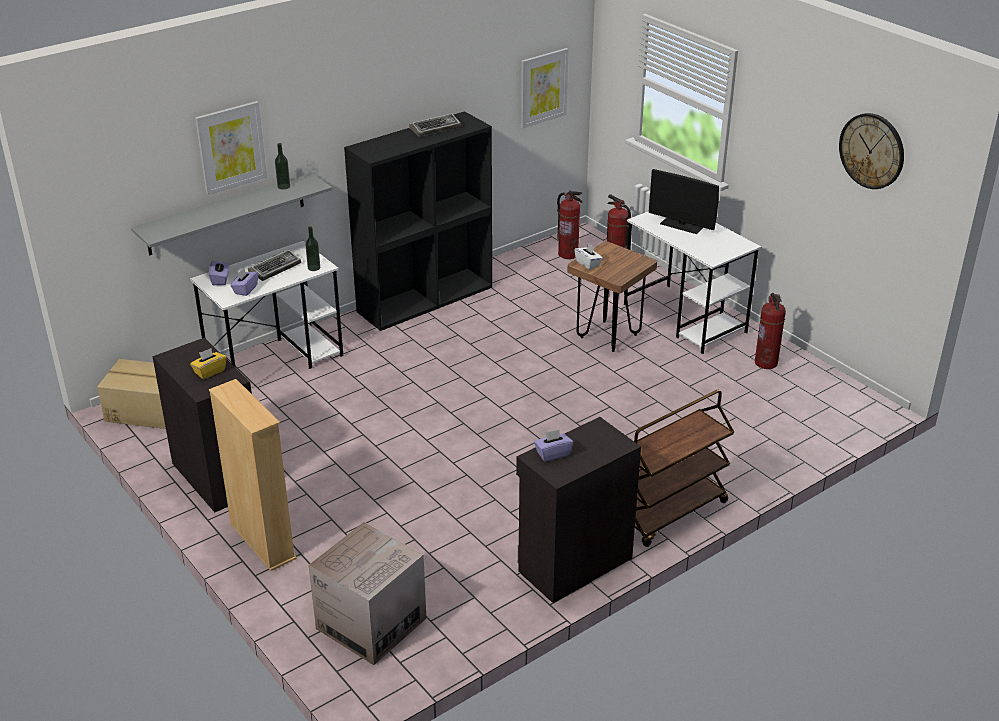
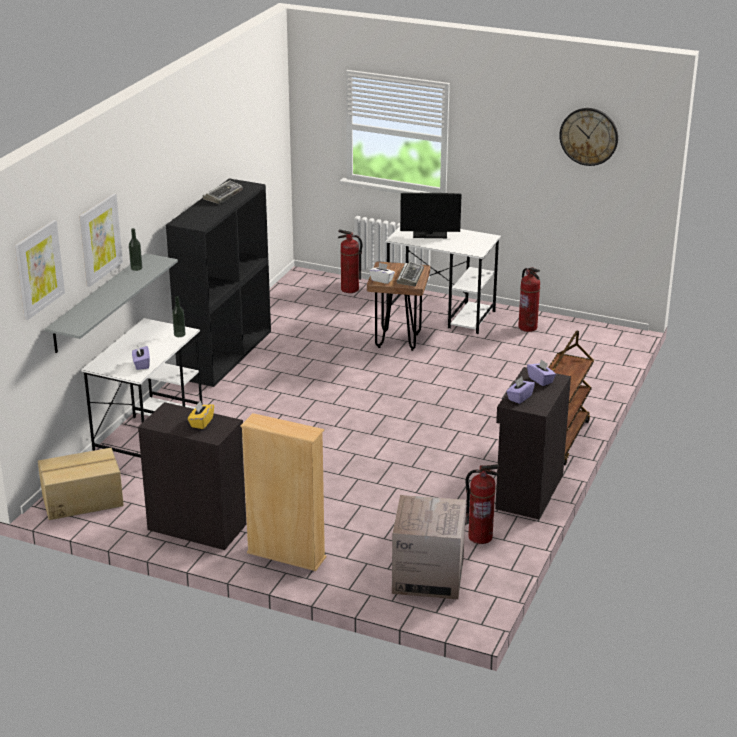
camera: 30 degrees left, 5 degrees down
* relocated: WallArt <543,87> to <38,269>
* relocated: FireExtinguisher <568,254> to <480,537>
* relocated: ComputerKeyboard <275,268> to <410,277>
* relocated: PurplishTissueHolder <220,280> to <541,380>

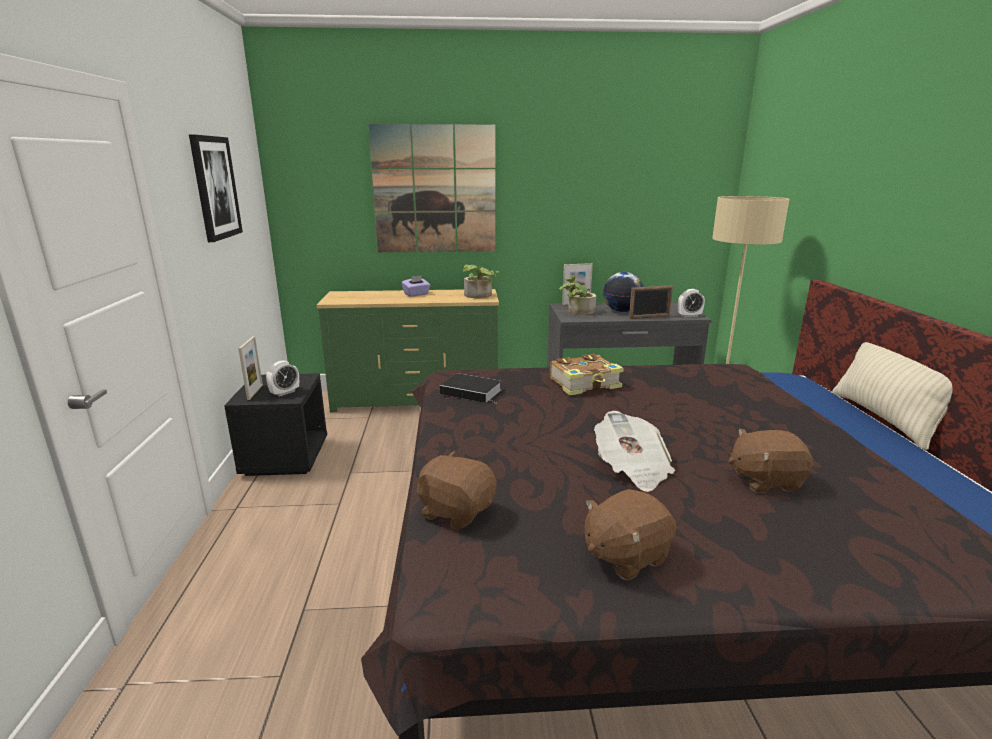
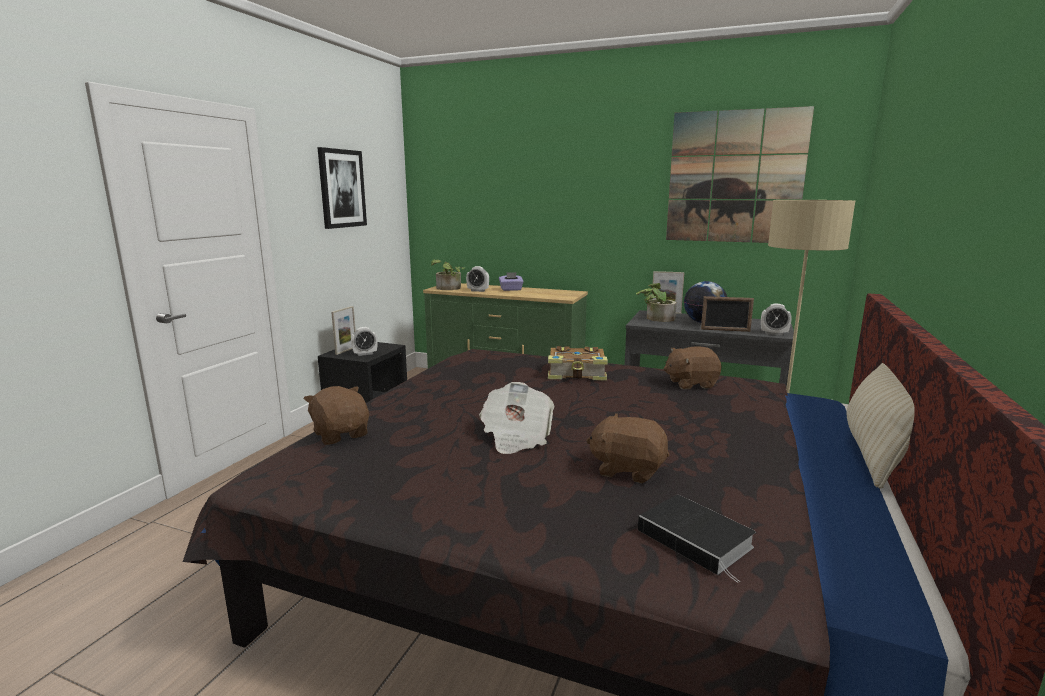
camera: 25 degrees right, 5 degrees down
* relocated: WallArt <434,190> to <735,177>
* relocated: PottedPlant <480,296> to <448,289>
* relocated: Volume <473,392> to <698,539>
* relocated: BrownishCuddlyToy <625,555> to <690,384>
* appeared: TableClock <478,291>

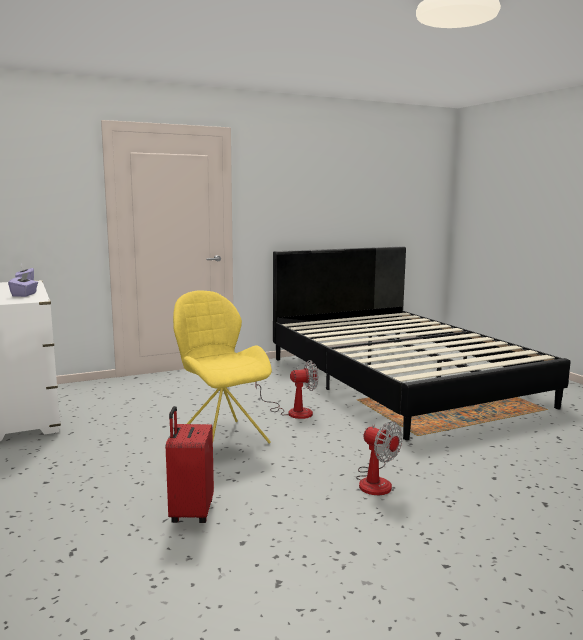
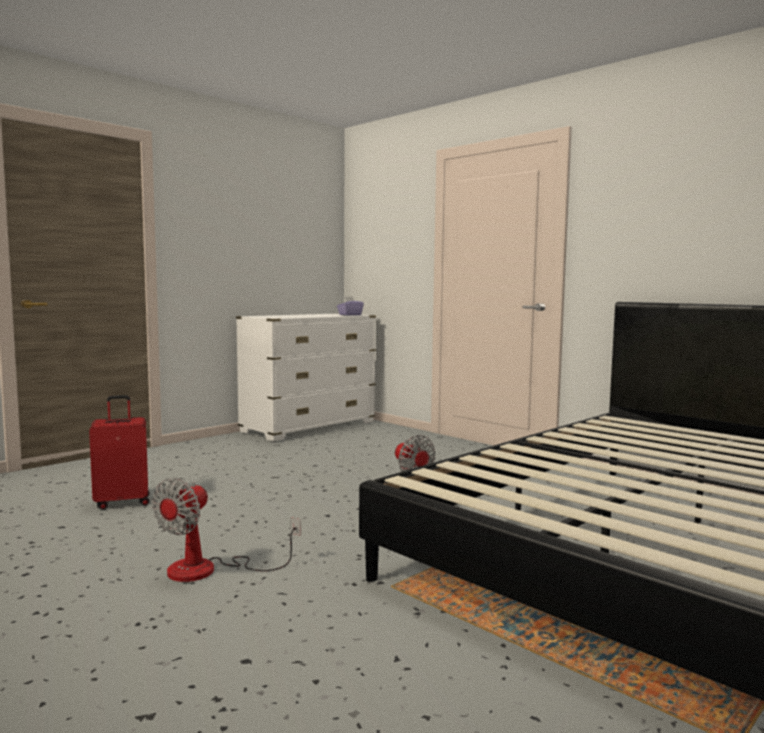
camera: 70 degrees right, 5 degrees down
* missing: PurplishTissueHolder <24,295>
* missing: YellowishChair <221,438>

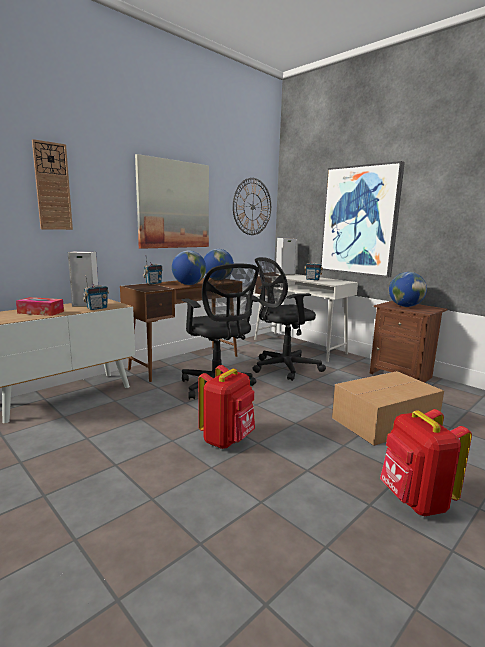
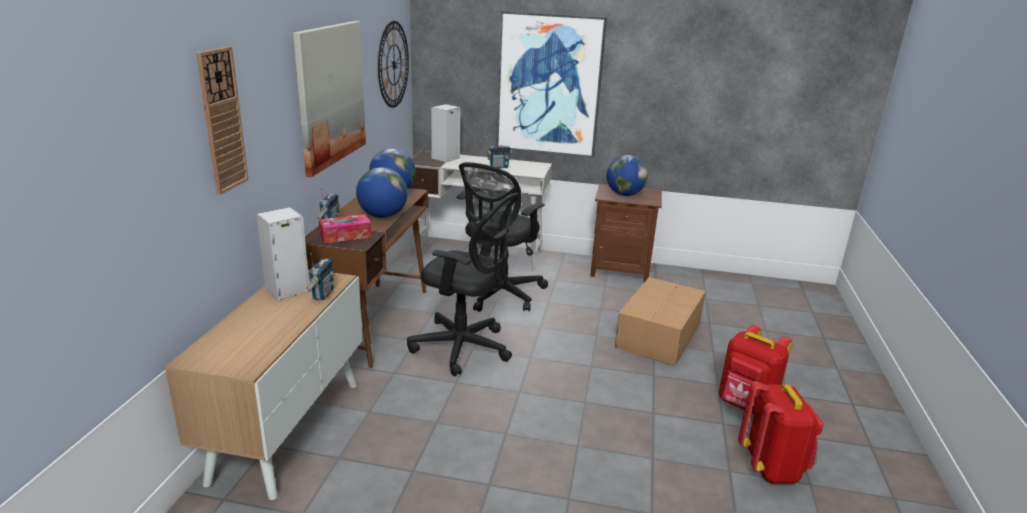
camera: 35 degrees left, 10 degrees up
* relocated: TissueHolder <41,312> to <345,235>
* relocated: RedColouredKnapsack <227,439> to <772,467>

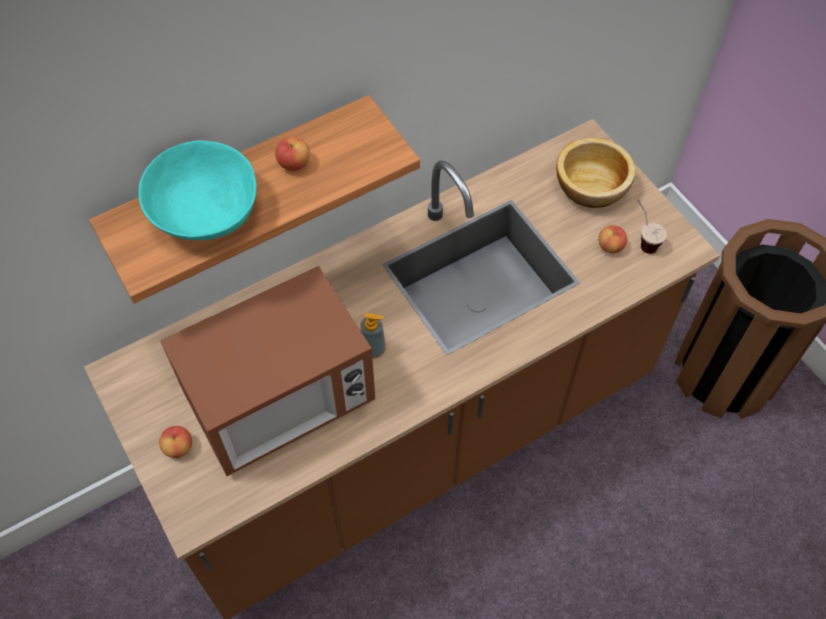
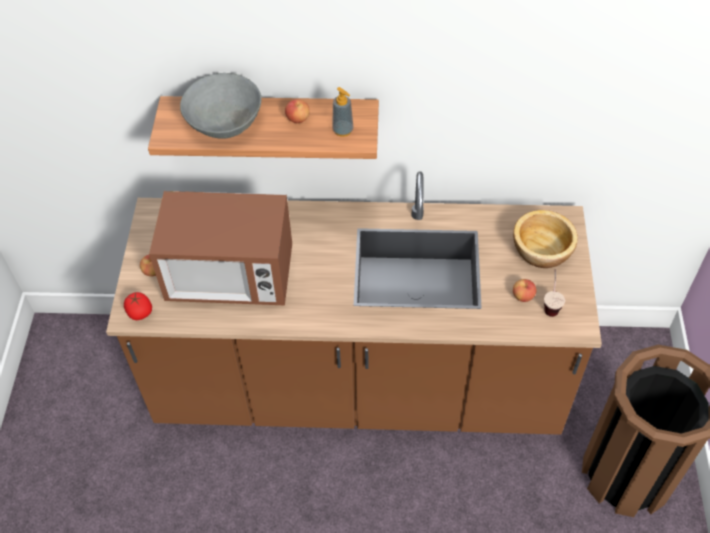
camera: 35 degrees right, 5 degrees down
* colour: TurquoiseBowl <204,212> to GreyBowl <224,122>
* relocated: LiquidSoapBottle <373,349> to <343,130>
* appeared: FreshTomato <140,312>

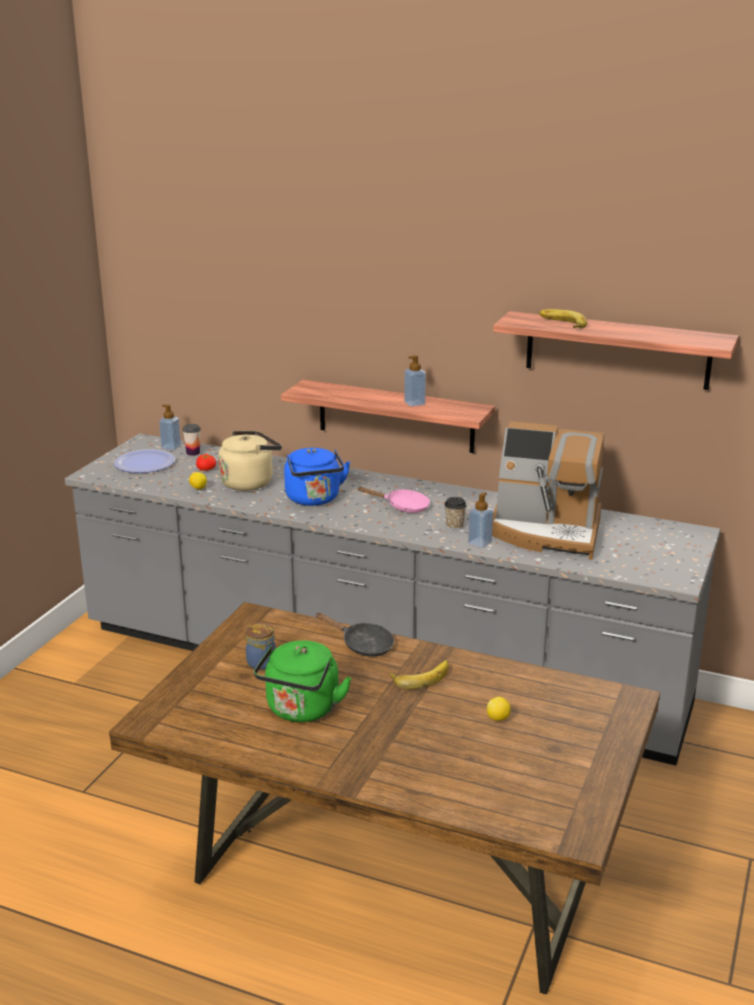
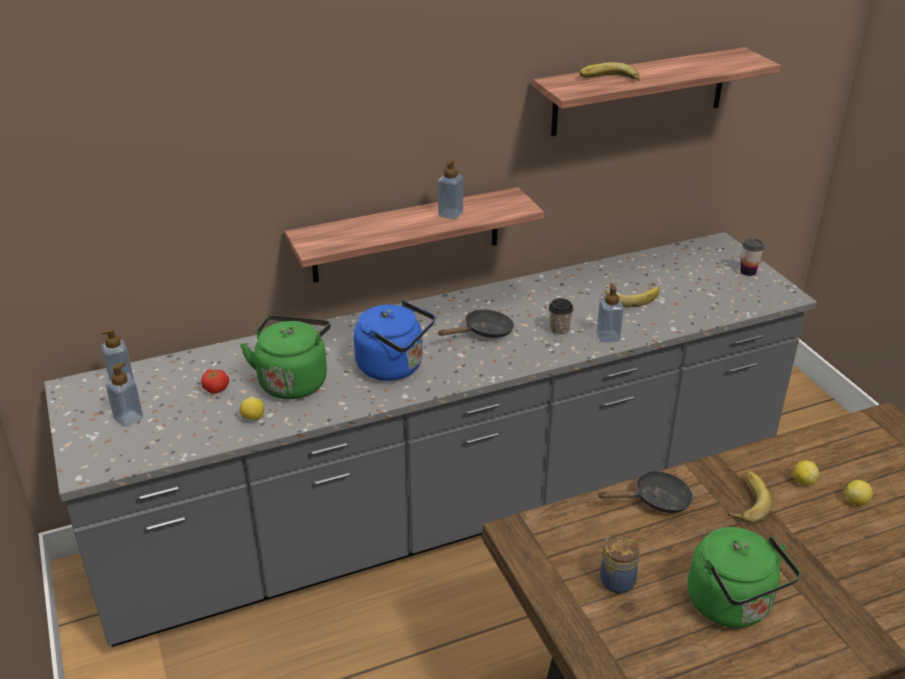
camera: 45 degrees left, 10 degrees up
* exchanged: CoffeeMachine <547,532> to BananaFruit <632,297>
* relocated: Cup <193,453> to <748,271>
* colour: SandColouredKettle <249,482> to GreenColouredKettle <293,380>
* exchanged: Plate <144,463> to LiquidSoapBottle <128,418>
* colour: PinkColouredSkillet <403,507> to BlackColouredSkillet <484,332>
* appeared: CitrusFruit <803,481>

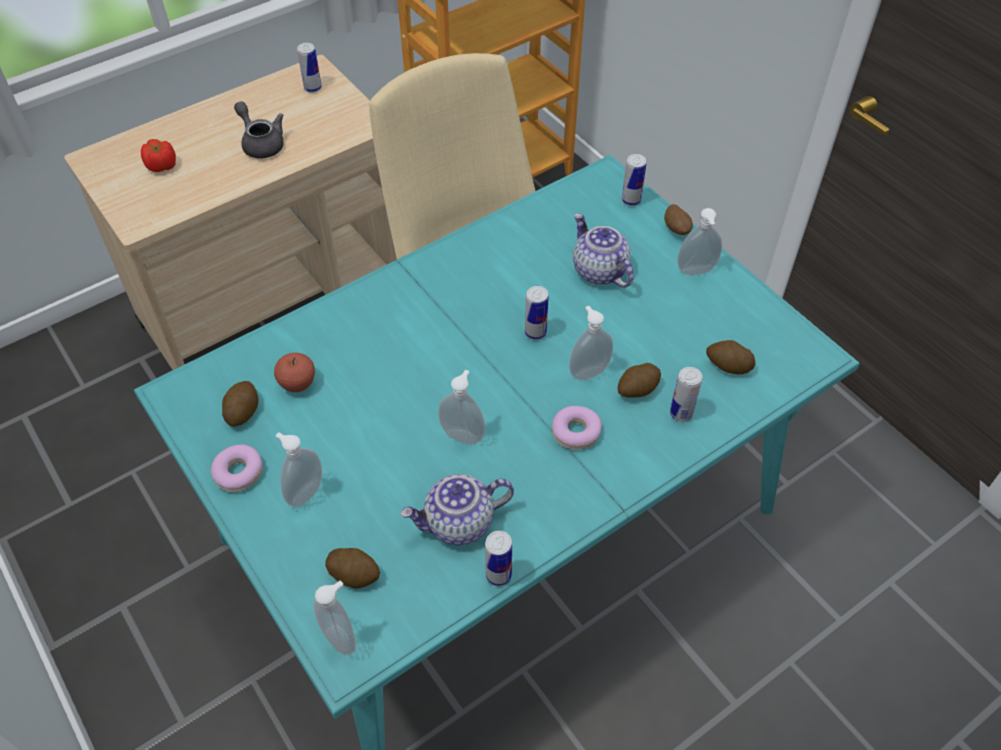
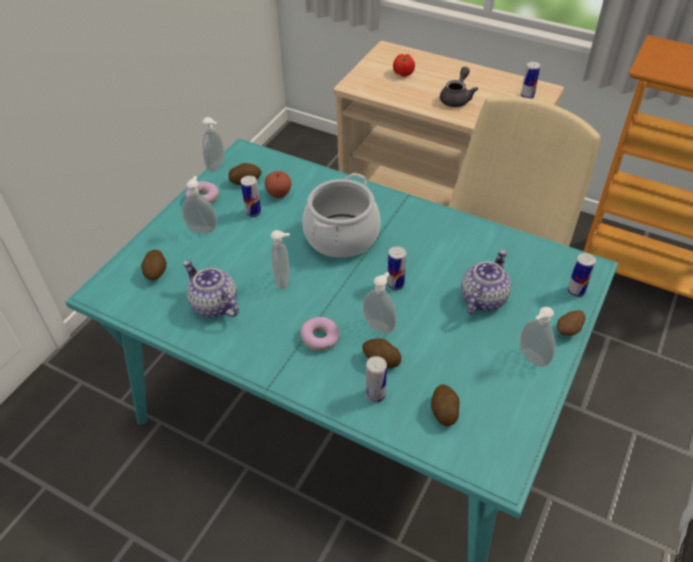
camera: 65 degrees right, 5 degrees down
* relocated: Can <498,575> to <253,212>
* relocated: LiquidSoapBottle <341,636> to <217,167>
* appeared: CookingPot <341,236>

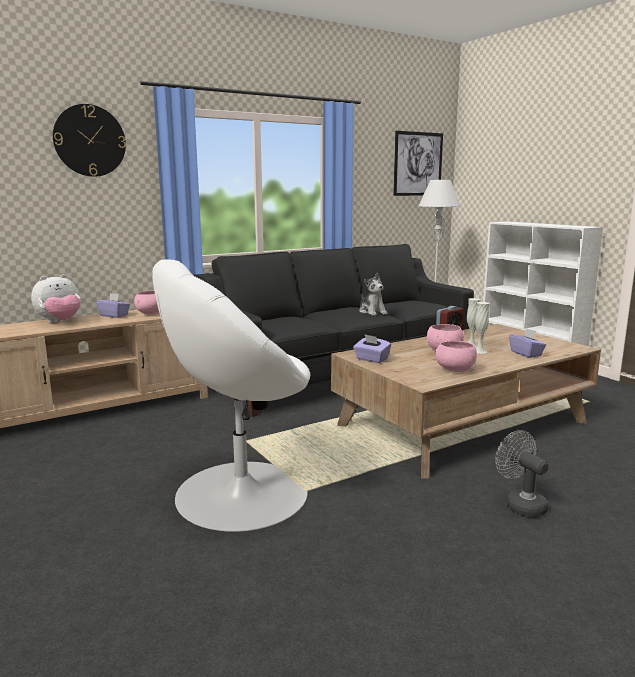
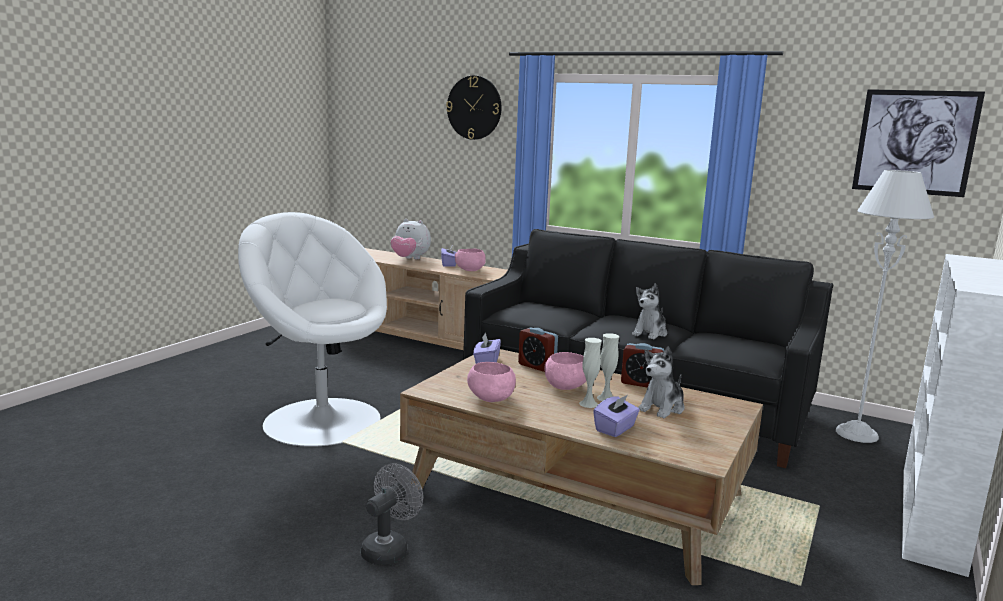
camera: 60 degrees right, 0 degrees up
* appeared: TableClock <537,366>
* appeared: CuddlyToy <662,408>

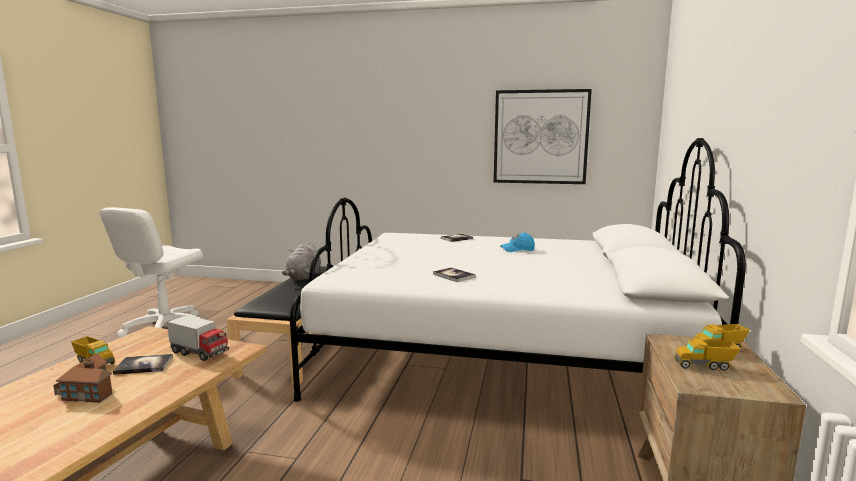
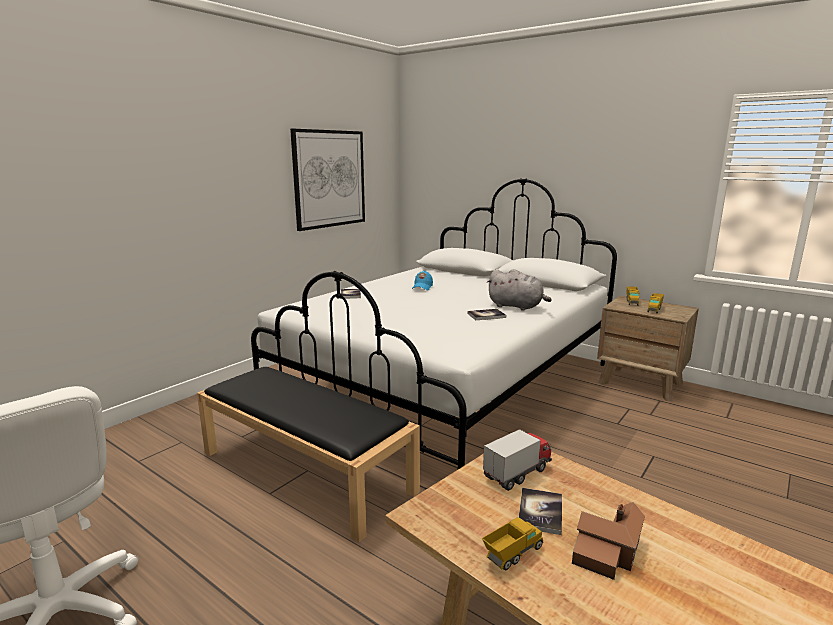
camera: 65 degrees left, 5 degrees up
* relocated: GreyCuddlyToy <304,277> to <517,307>

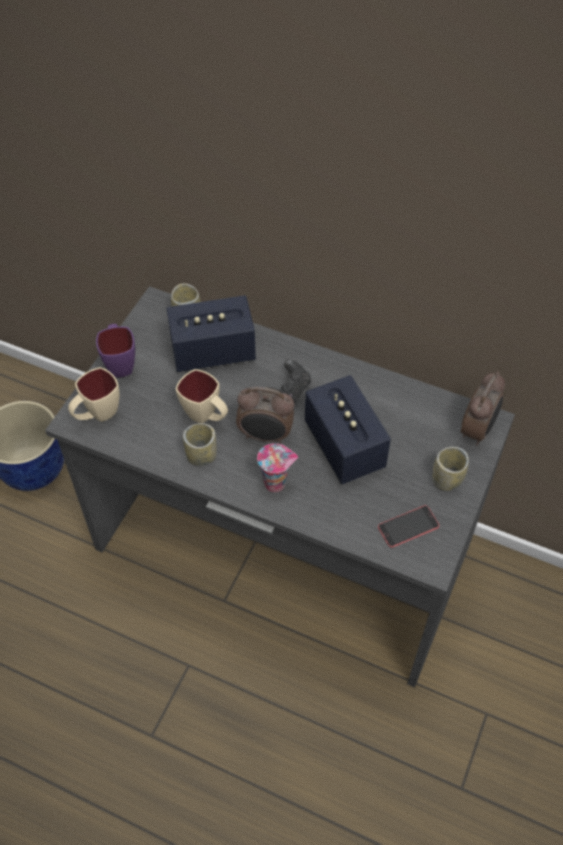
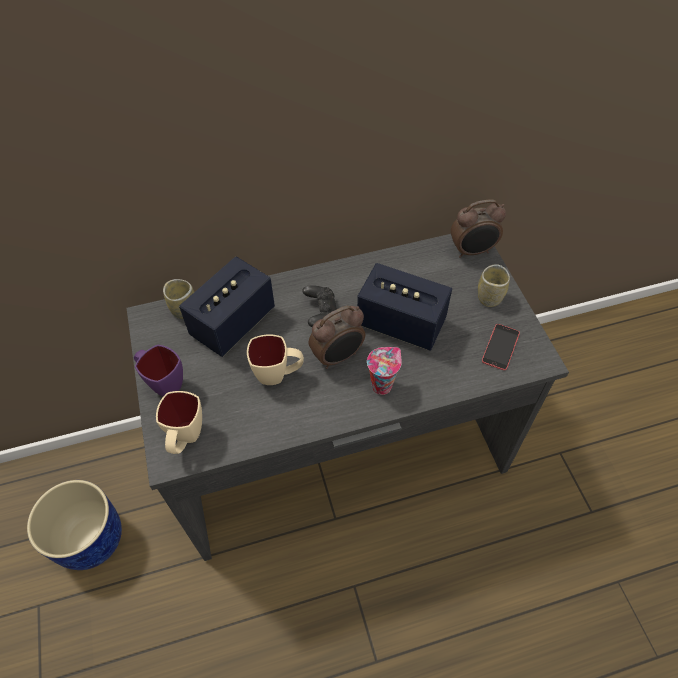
camera: 40 degrees left, 0 degrees up
* spun: TableClock <478,430> = <472,251> 90 degrees clockwise
* missing: Cup <201,455>

